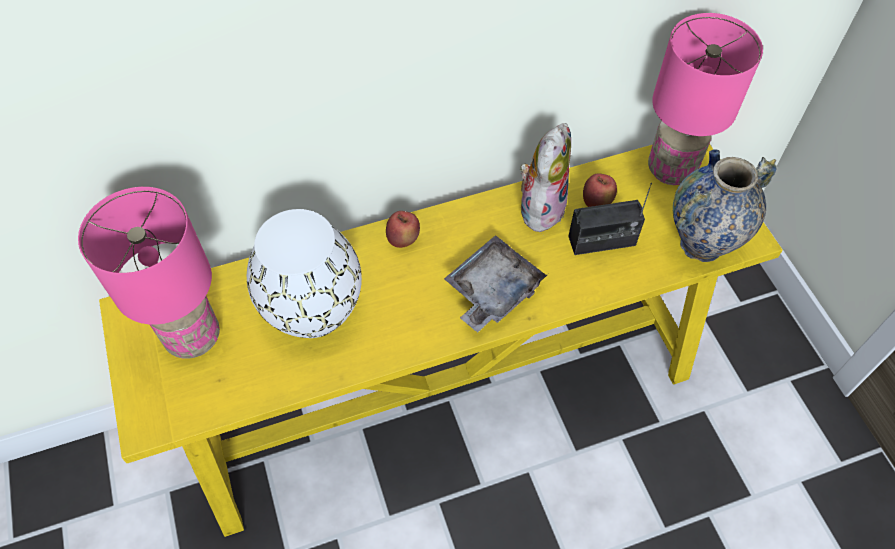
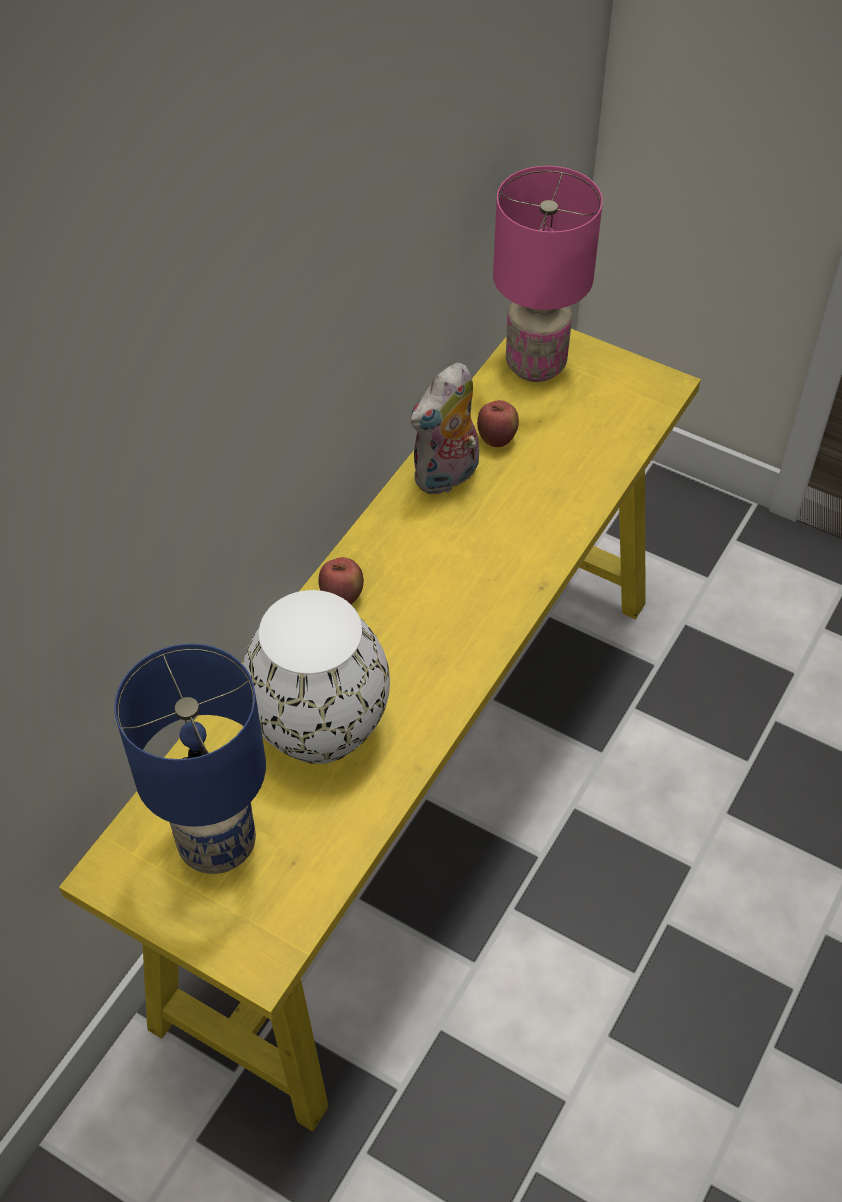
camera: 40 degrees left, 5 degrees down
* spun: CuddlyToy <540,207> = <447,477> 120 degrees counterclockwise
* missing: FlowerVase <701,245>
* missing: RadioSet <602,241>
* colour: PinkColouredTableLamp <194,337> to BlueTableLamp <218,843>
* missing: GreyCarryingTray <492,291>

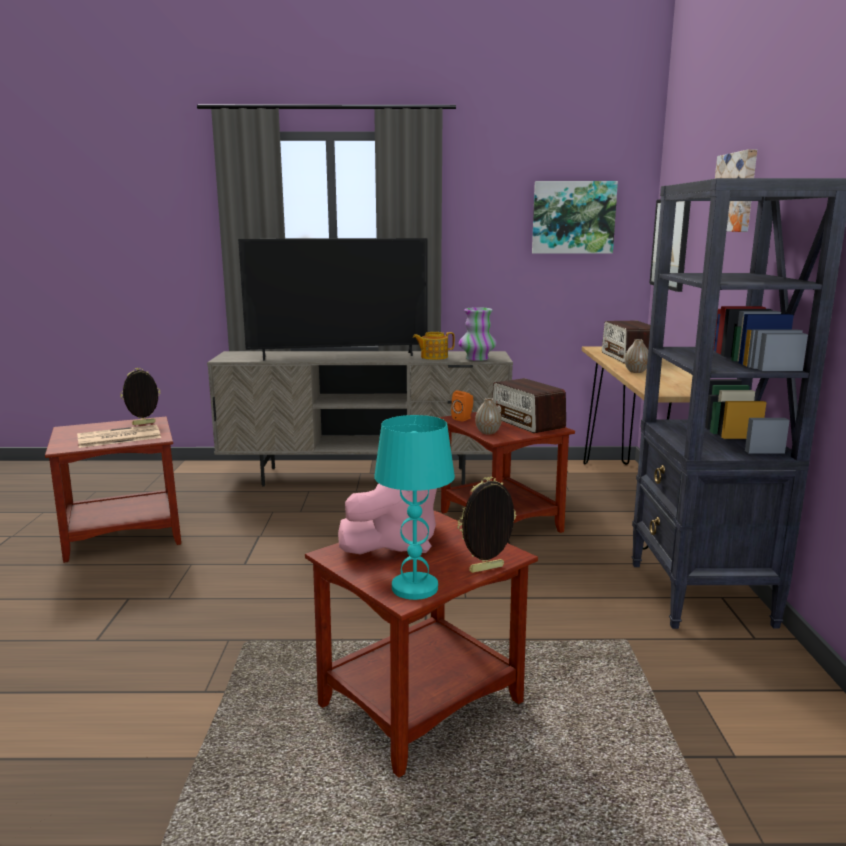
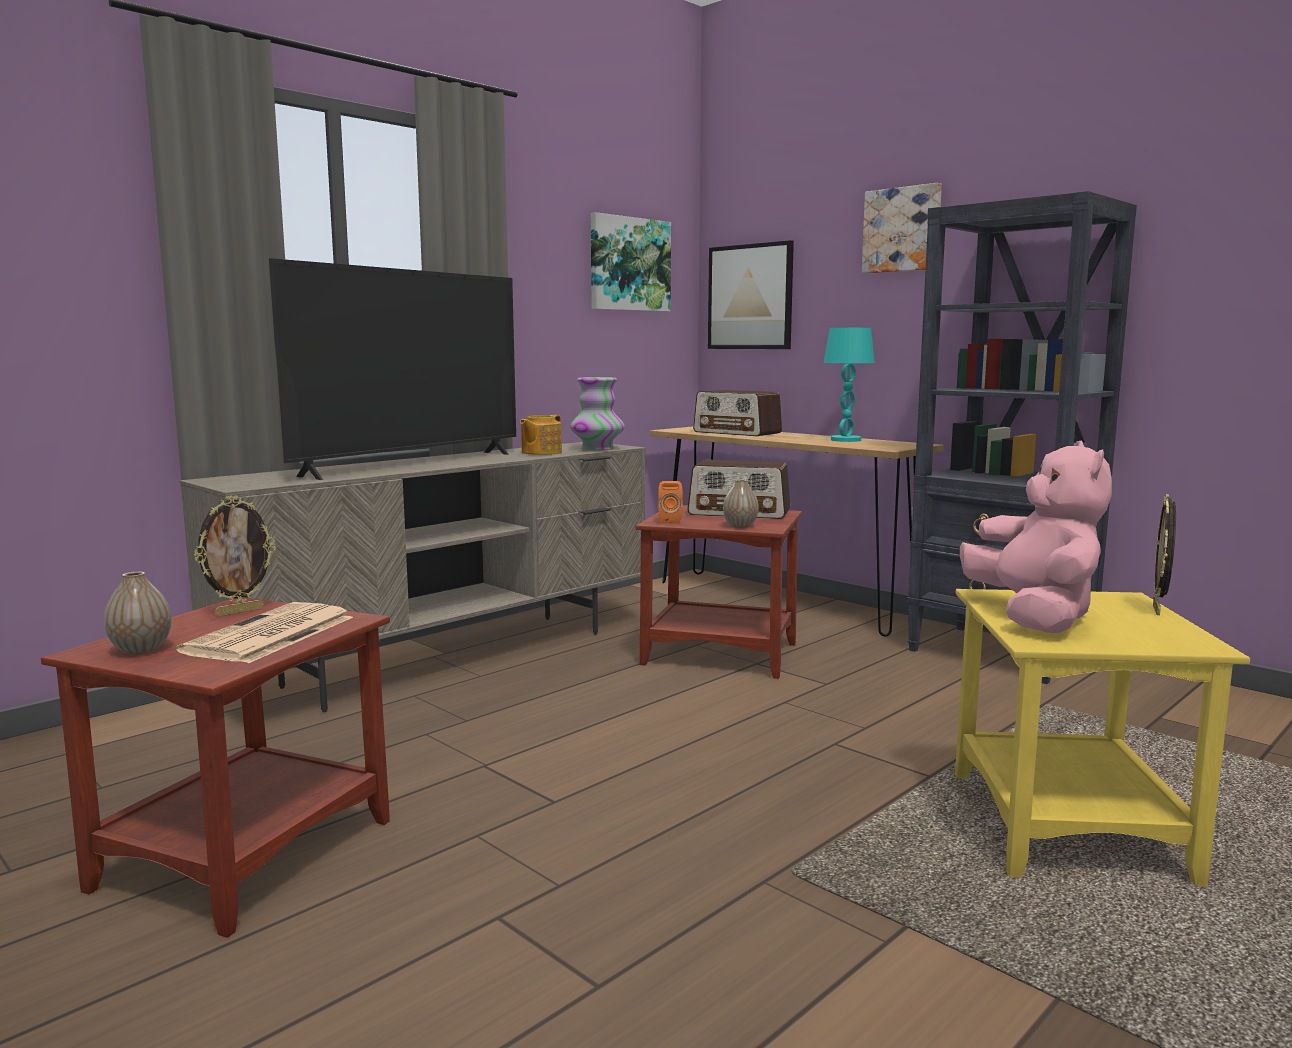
camera: 45 degrees left, 5 degrees down
* relocated: FlowerVase <636,371> to <141,650>
* spun: PictureFrame <144,424> = <239,611> 150 degrees counterclockwise
* relocated: TurquoiseTableLamp <415,587> to <845,440>
* colour: BrownishAccentTable <422,706> to YellowishAccentTable <1070,826>

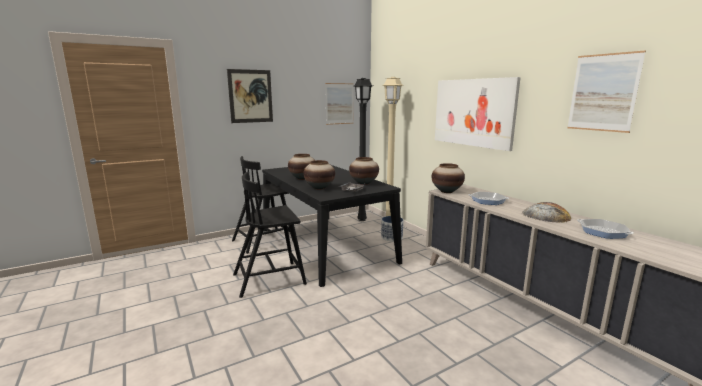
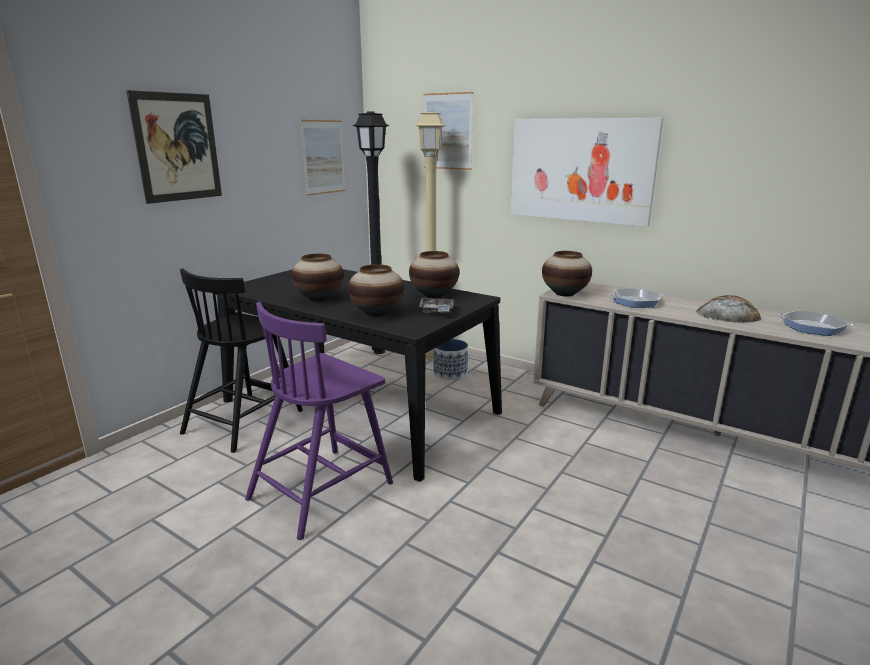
camera: 25 degrees left, 5 degrees up
* relocated: WallArt <603,92> to <447,131>
* colour: BlackColouredChair <270,278> to PurplishChair <322,489>

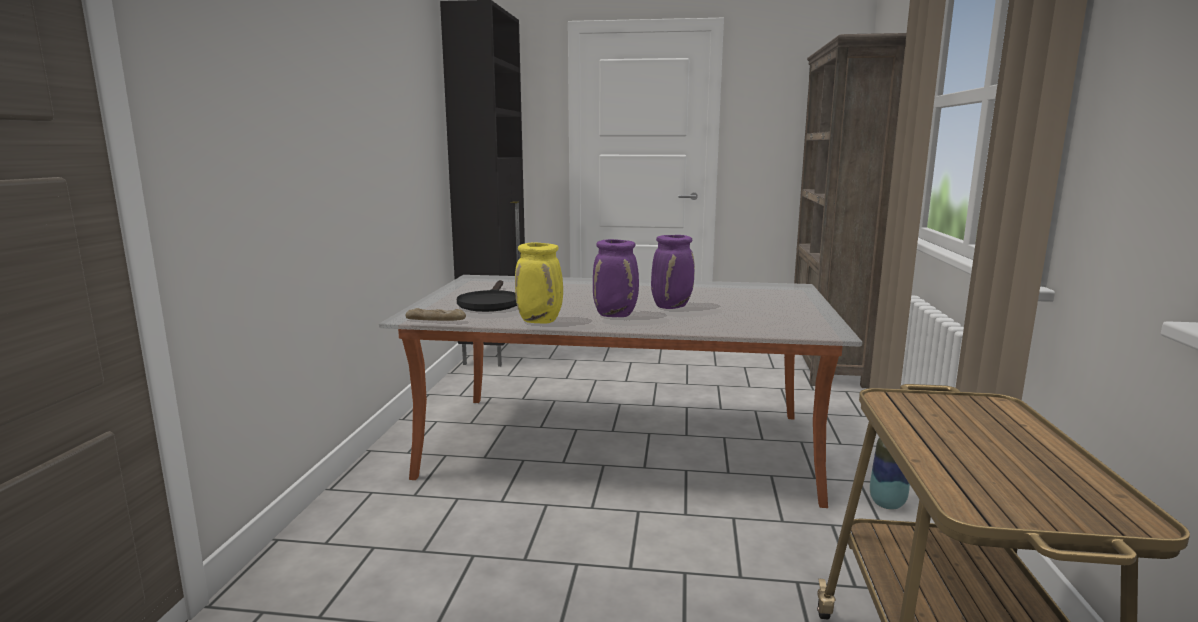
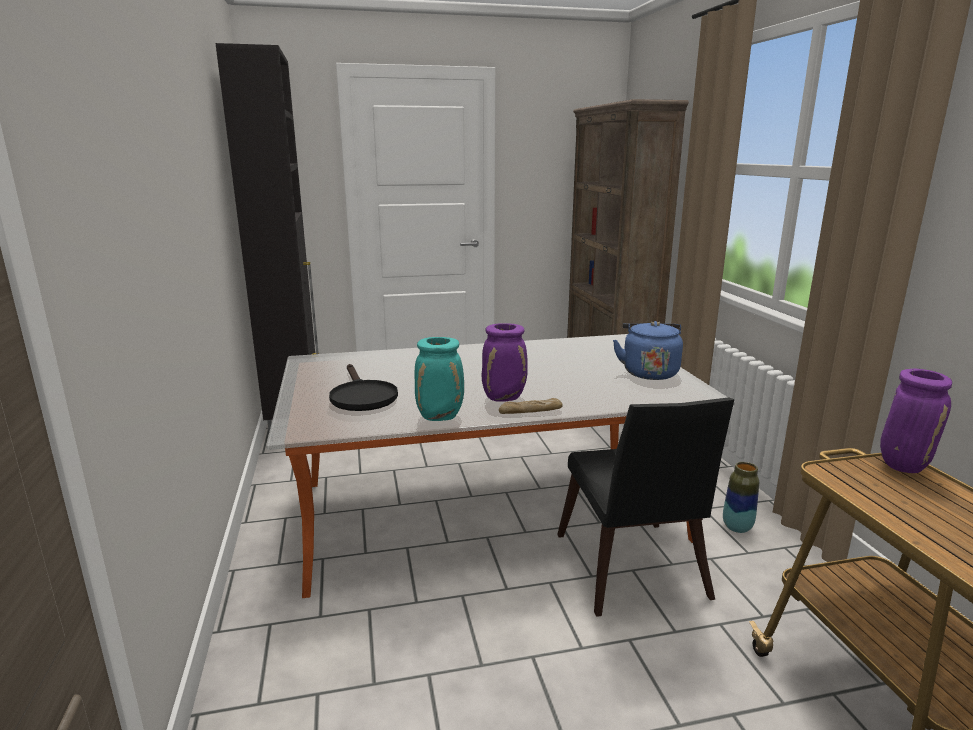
camera: 20 degrees left, 5 degrees up
* relocated: PurplishFlowerVase <671,306> to <902,465>
* colour: YellowishFlowerVase <541,321> to TurquoiseFlowerVase <441,417>
* relocated: BakedBread <435,321> to <530,412>
* appeared: BlueKettle <648,372>
* appeared: BlackColouredChair <631,573>

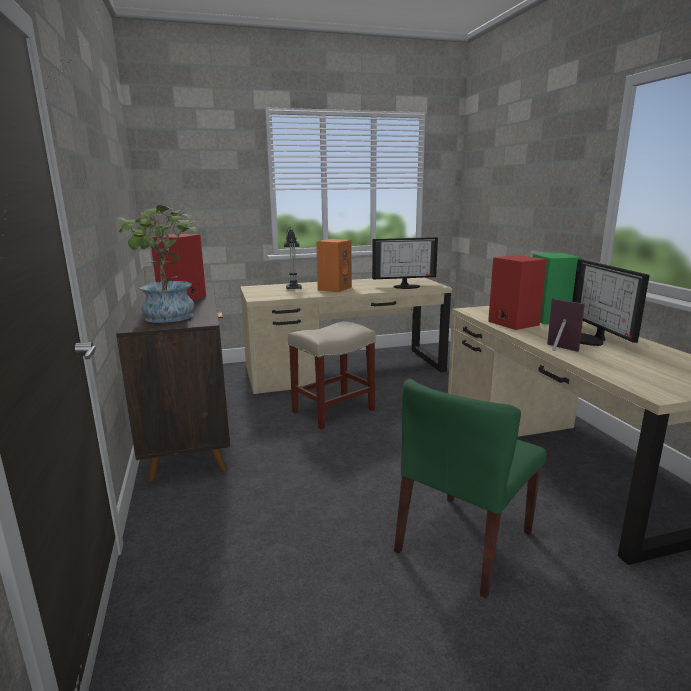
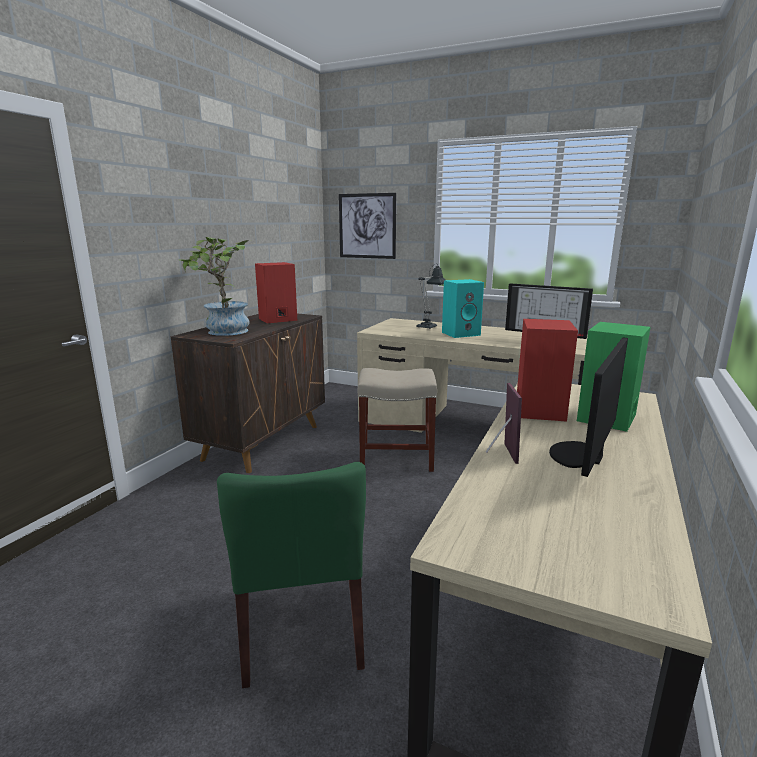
camera: 40 degrees right, 0 degrees up
* colour: OrangeyLoudspeaker <334,288> to TurquoiseLoudspeaker <461,333>
* spun: GreenColouredChair <464,542> = <302,625> 90 degrees counterclockwise
* appeared: WallArt <367,226>

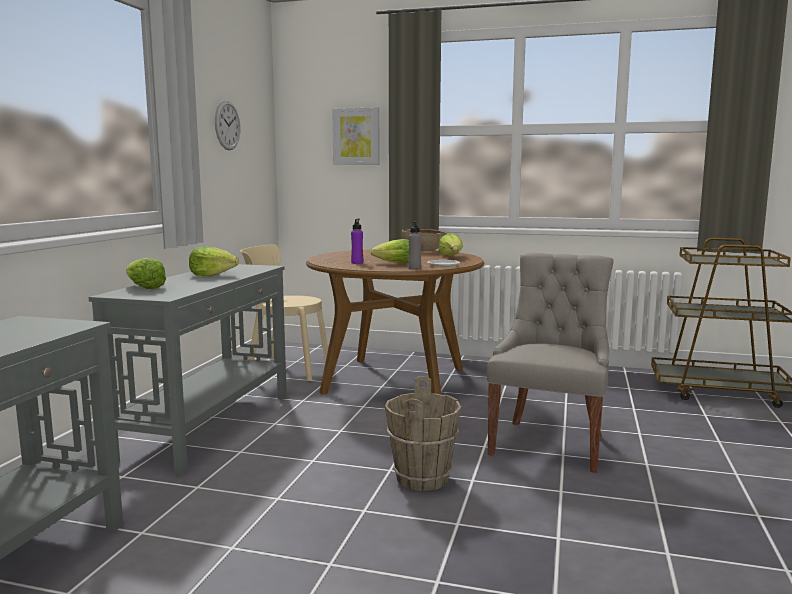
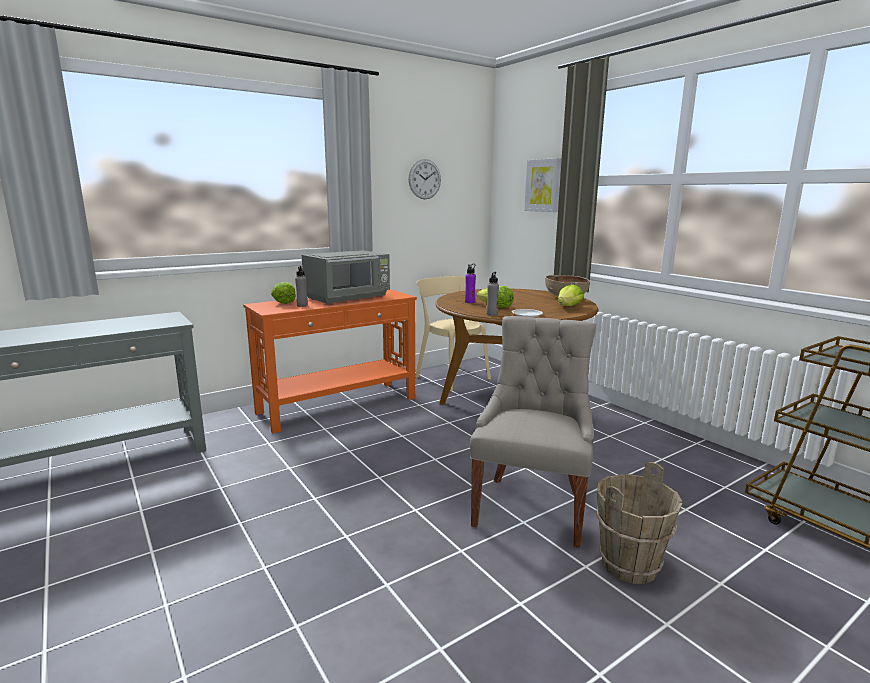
camera: 40 degrees right, 5 degrees up
* exchanged: LettuceHead <212,275> to GreyKitchenMicrowave <349,298>
* spun: GreyChair <549,443> = <531,507> 45 degrees counterclockwise
* colour: GreyNarrowTable <210,426> to OrangeyNarrowTable <339,405>
* relocated: BrownishBucket <423,479> to <630,566>
* appeared: GreyBeverageBottle <302,305>

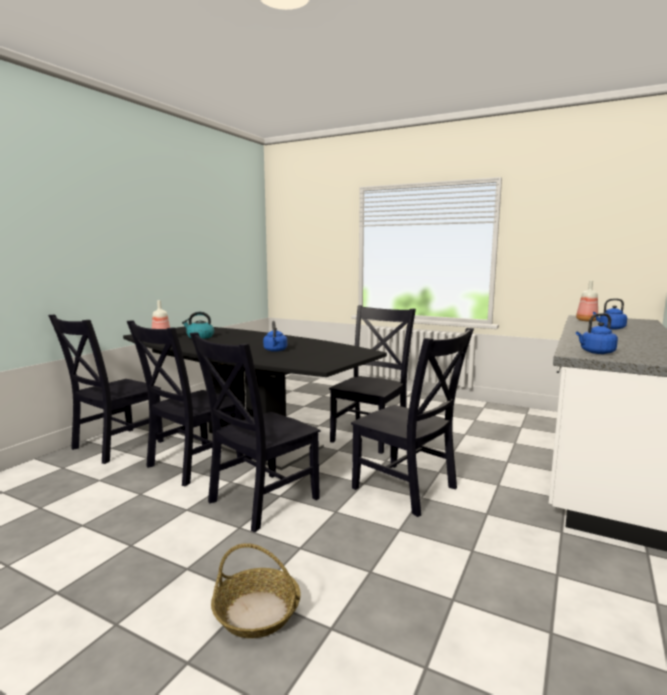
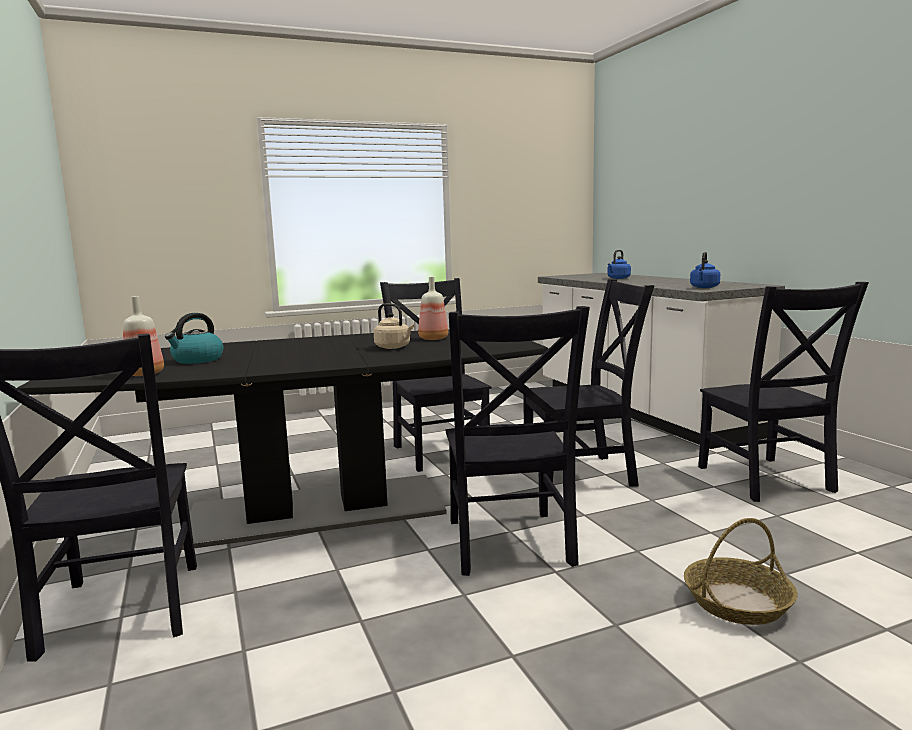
camera: 50 degrees left, 0 degrees up
* relocated: BeverageBottle <585,320> to <432,339>
* relocated: BlackColouredChair <191,465> to <766,481>
* colour: BlueKettle <275,350> to SandColouredKettle <394,347>

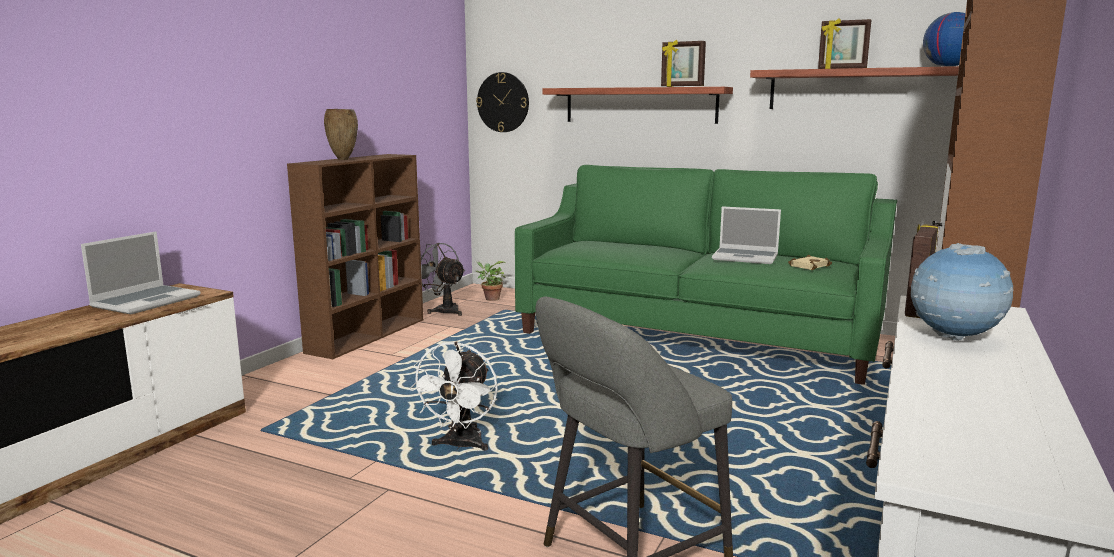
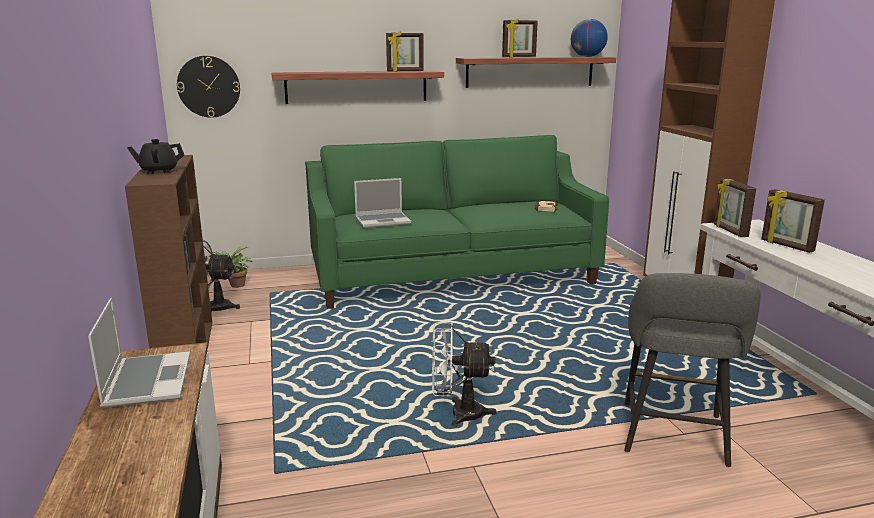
camera: 40 degrees left, 5 degrees up
* exchanged: BrownishFlowerVase <344,159> to BlackColouredPotForTea <159,171>
* relocated: PortableComputer <746,257> to <383,221>
* exchanged: Globe <954,339> to PictureFrame <786,246>
* spun: WhiteColouredCoolingFan <461,446> = <458,414> 120 degrees clockwise

